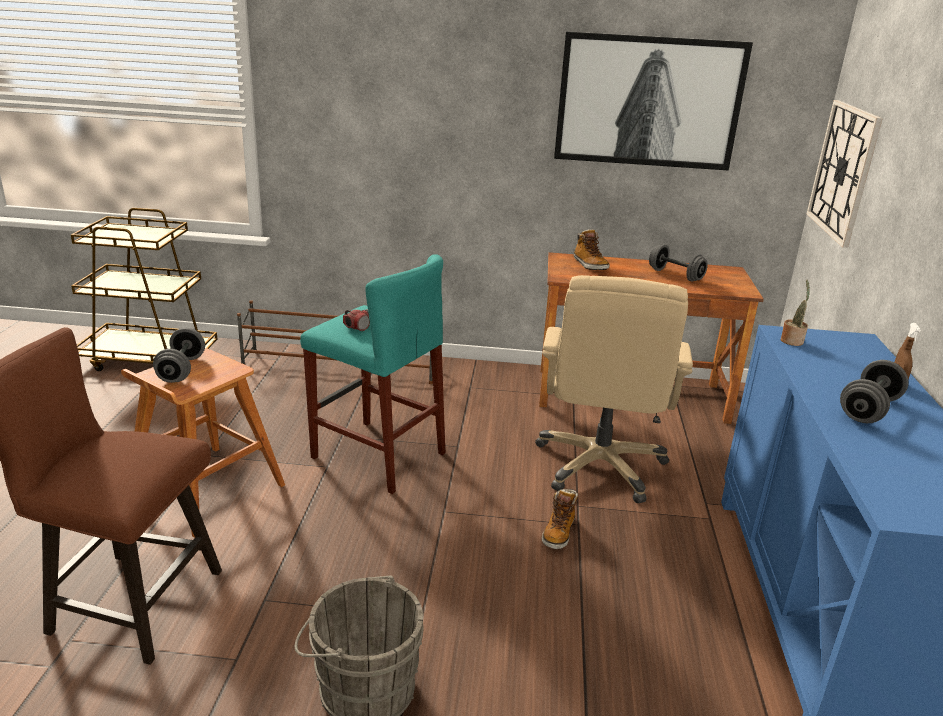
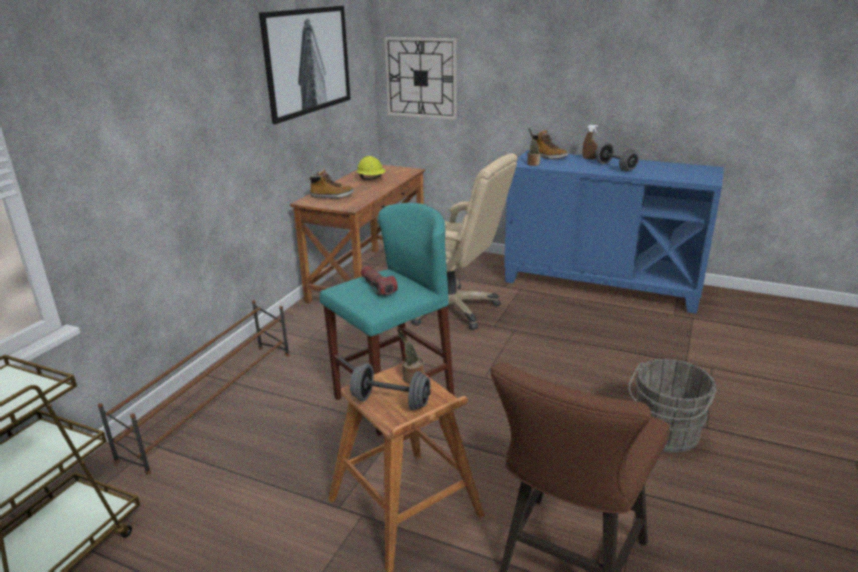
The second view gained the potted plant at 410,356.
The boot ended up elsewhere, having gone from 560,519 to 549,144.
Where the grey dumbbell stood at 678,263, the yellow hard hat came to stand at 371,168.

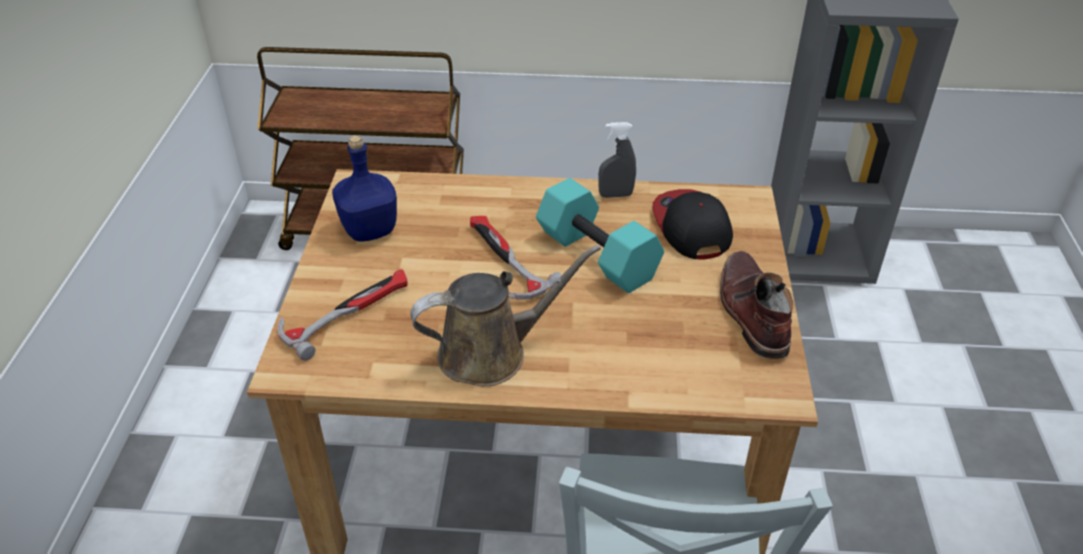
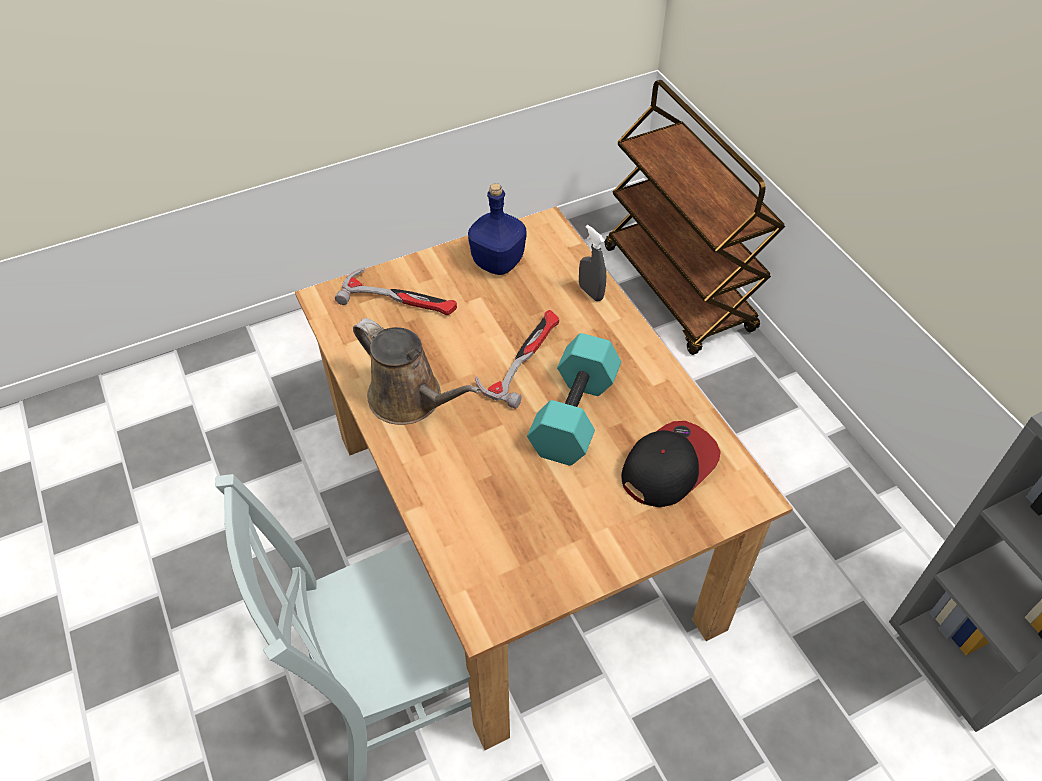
The second view lost the brown boot at 756,305.
The grey spray bottle ended up elsewhere, having gone from 617,160 to 592,263.

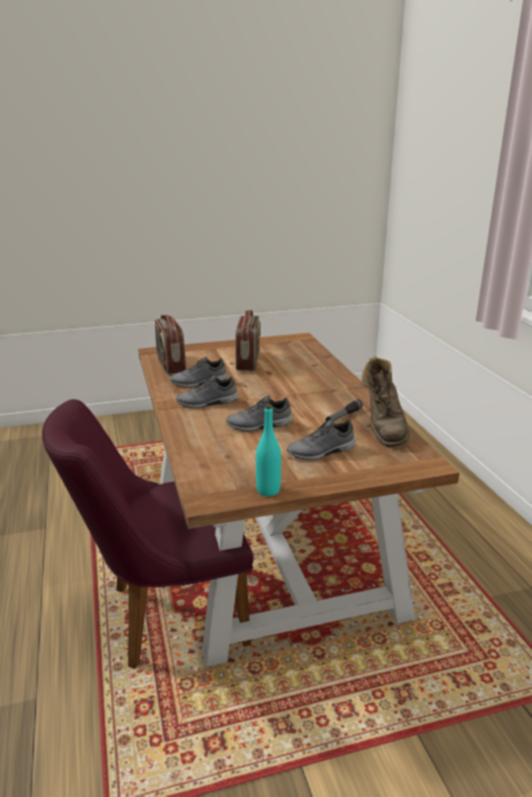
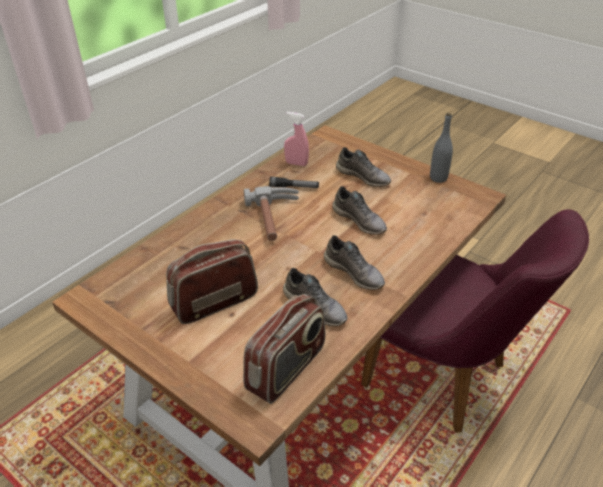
The second view gained the hammer at 271,213.
Where the brown boot stood at 385,401, the pink spray bottle came to stand at 296,139.
What was the turquoise bottle at 268,450 turned into the grey bottle at 441,148.

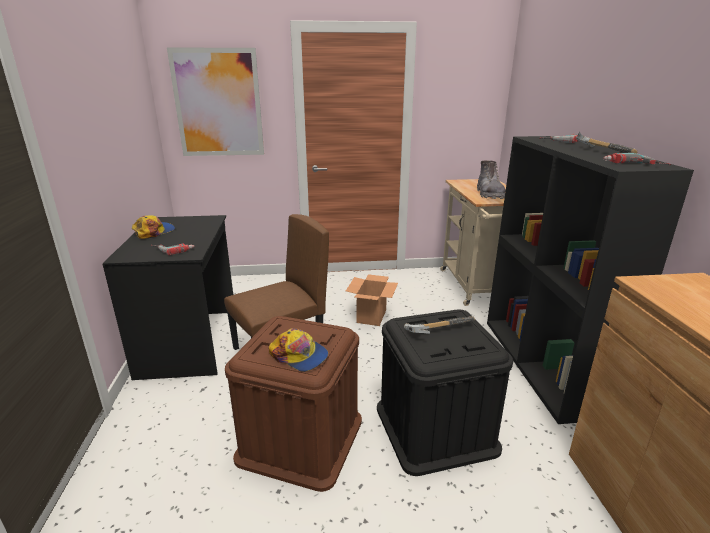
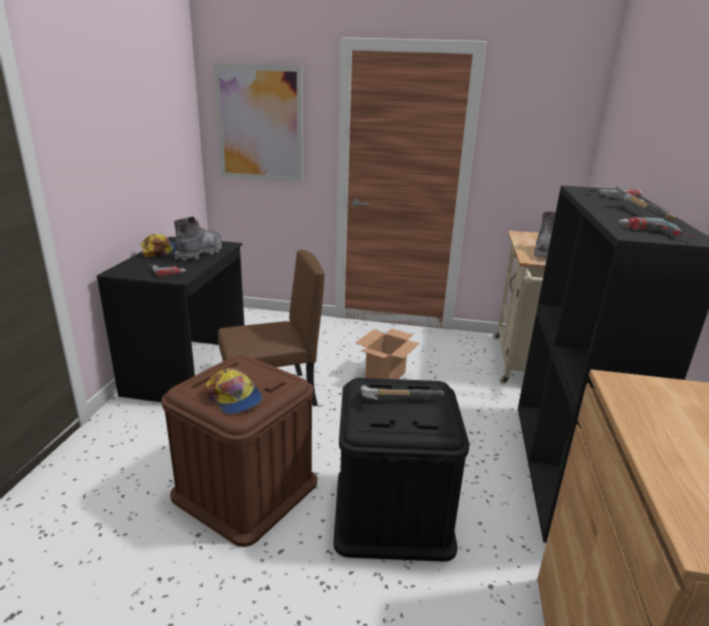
The second view gained the grey boot at 198,238.

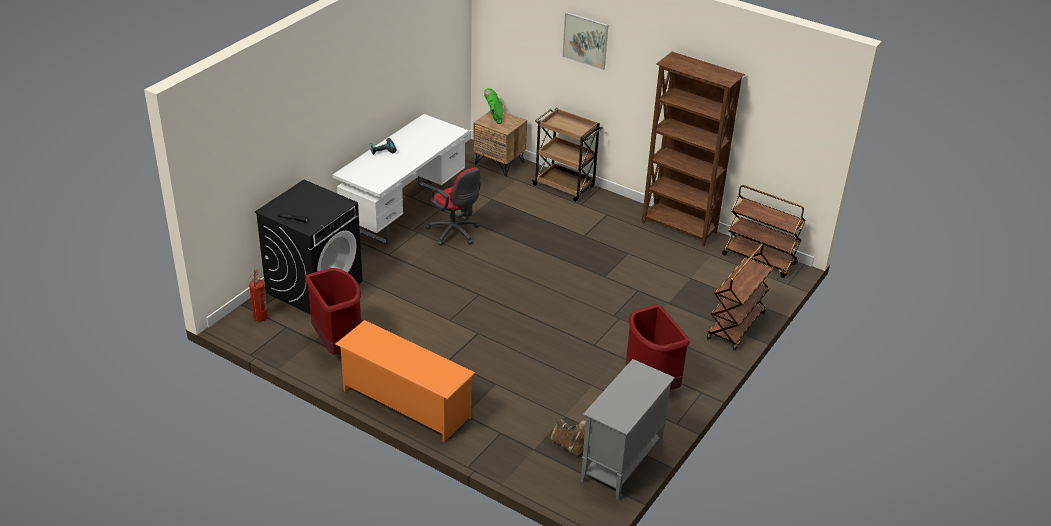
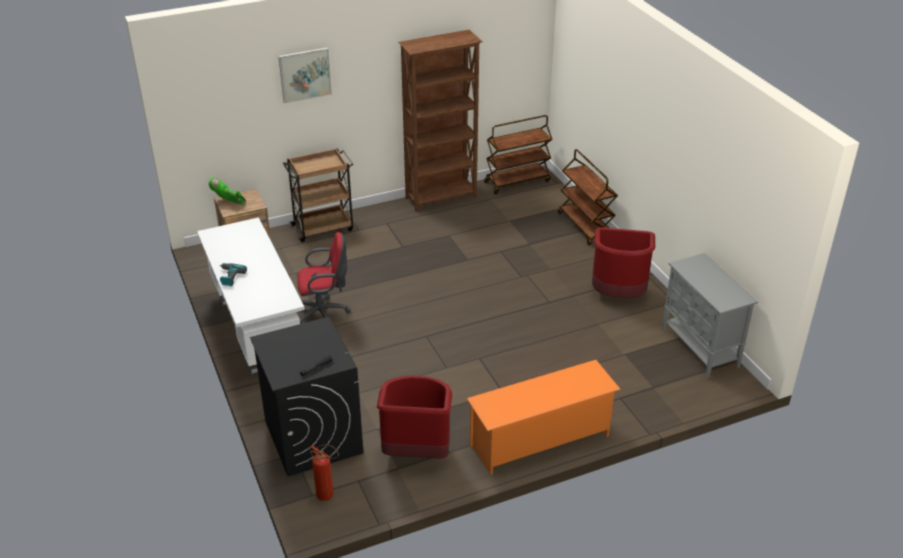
The second view lost the brown boot at 568,437.

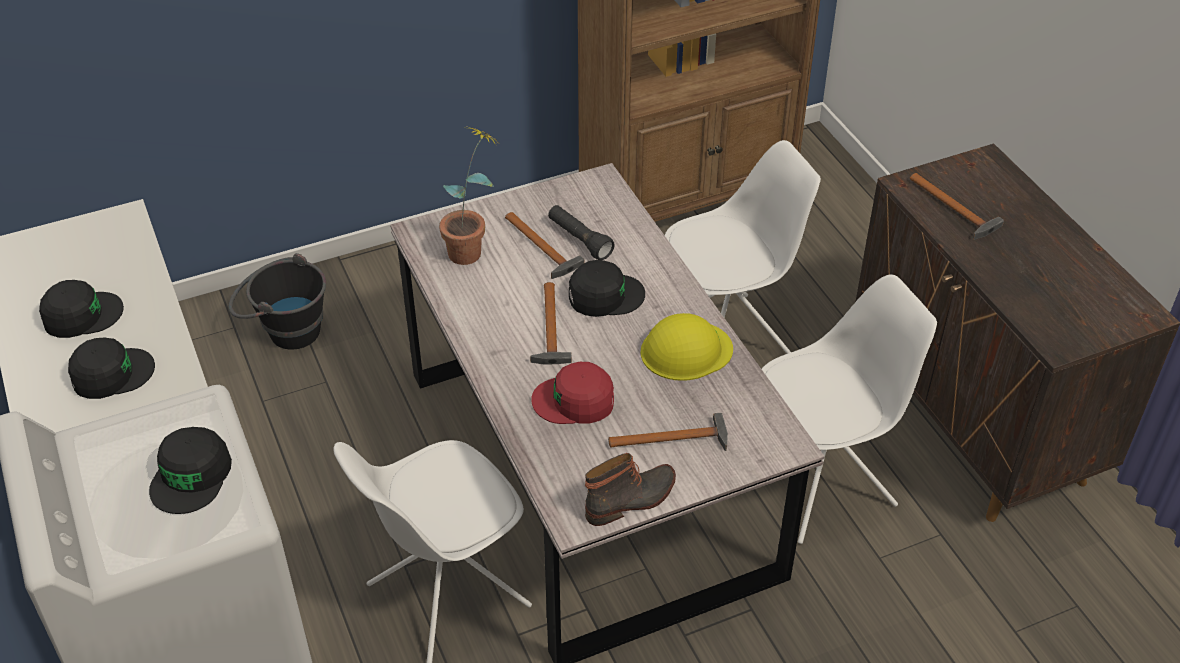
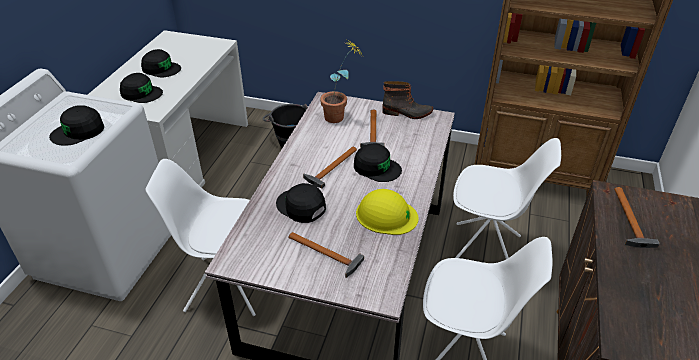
The second view lost the black flashlight at 581,232.
The boot ended up elsewhere, having gone from 630,489 to 407,100.
What was the red cap at 572,393 turned into the black cap at 301,203.

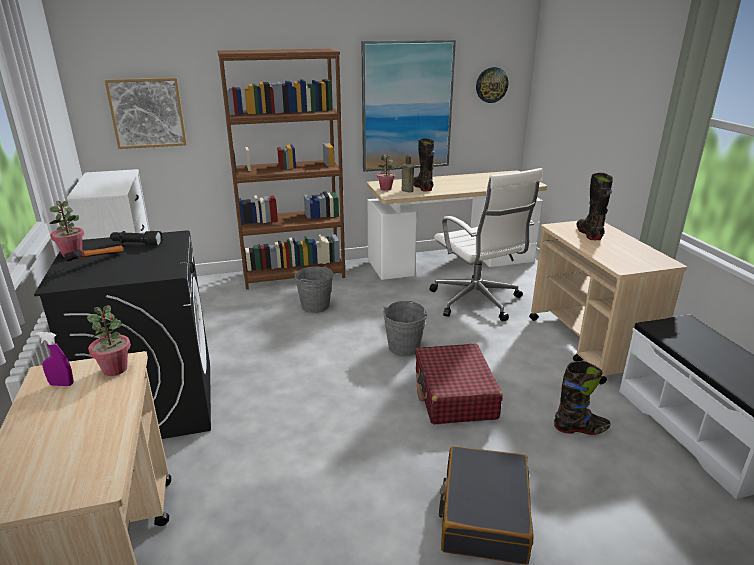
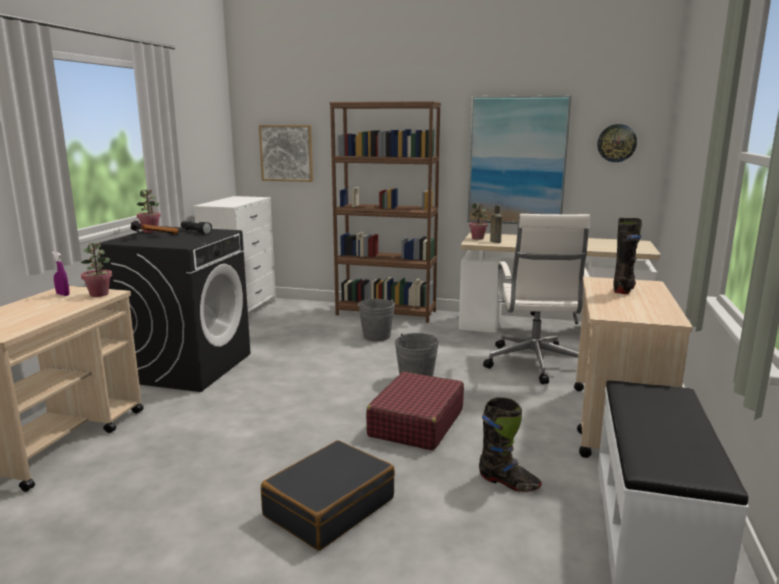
The second view lost the black boot at 424,164.

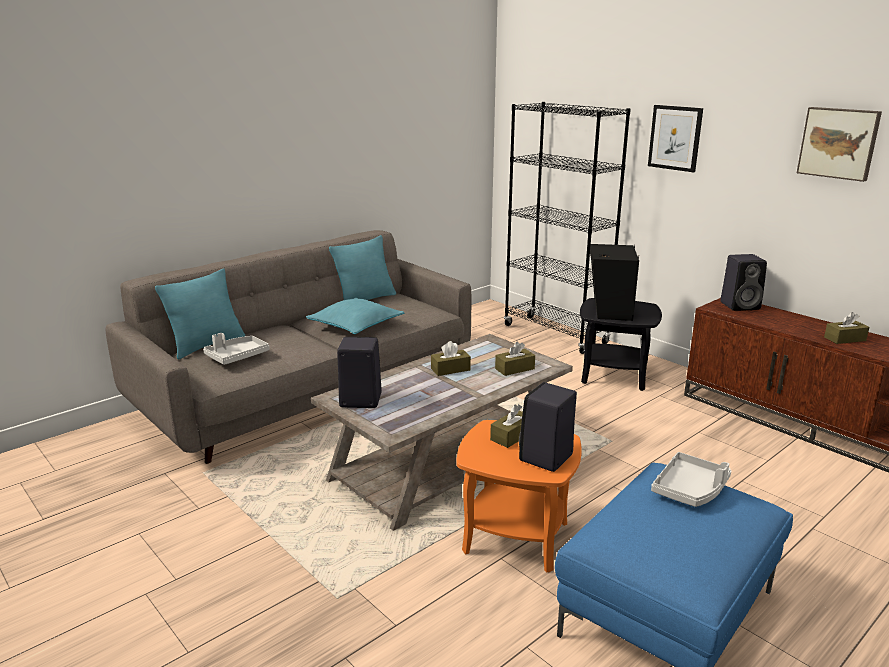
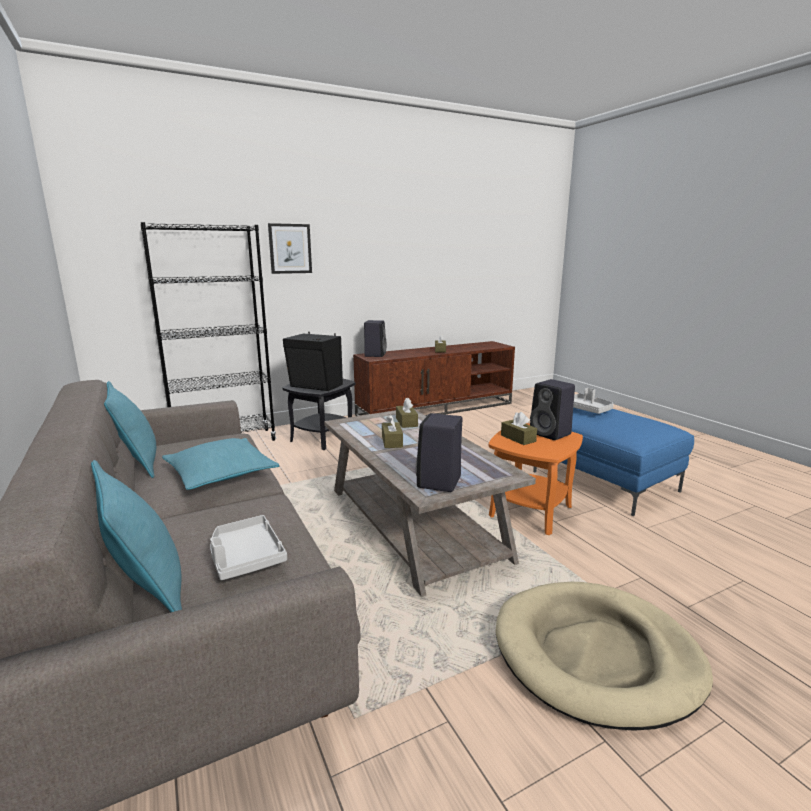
The second view lost the picture at 839,144.
The second view gained the beige dog bed at 604,656.

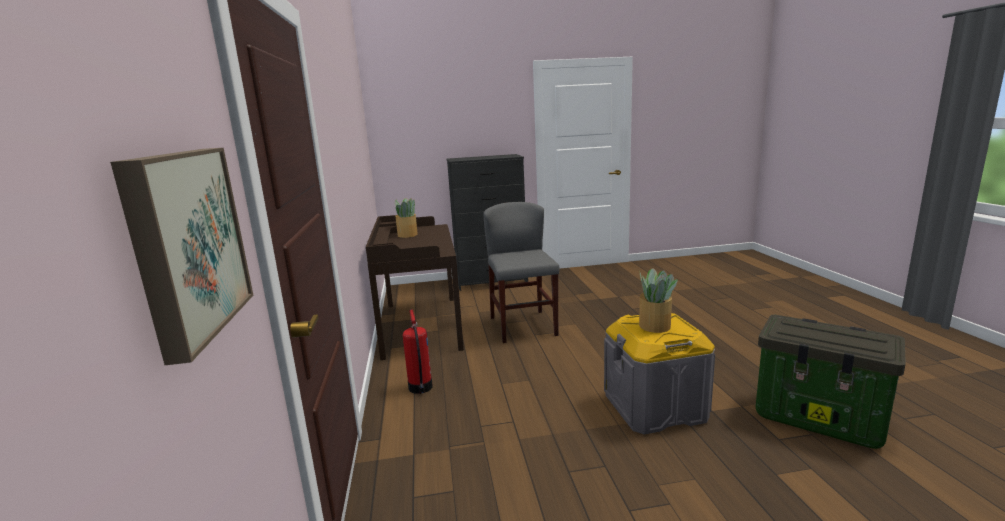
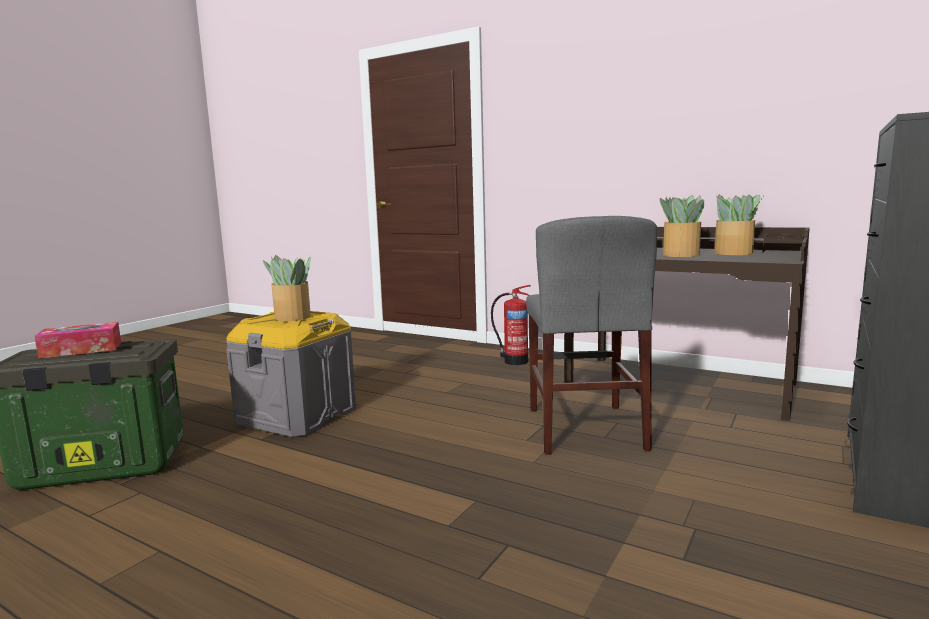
The second view lost the picture at 181,256.
The second view gained the tissue box at 77,340.
The second view gained the potted plant at 682,226.
The grey chair at 521,272 ended up facing another way, 60 degrees clockwise from before.

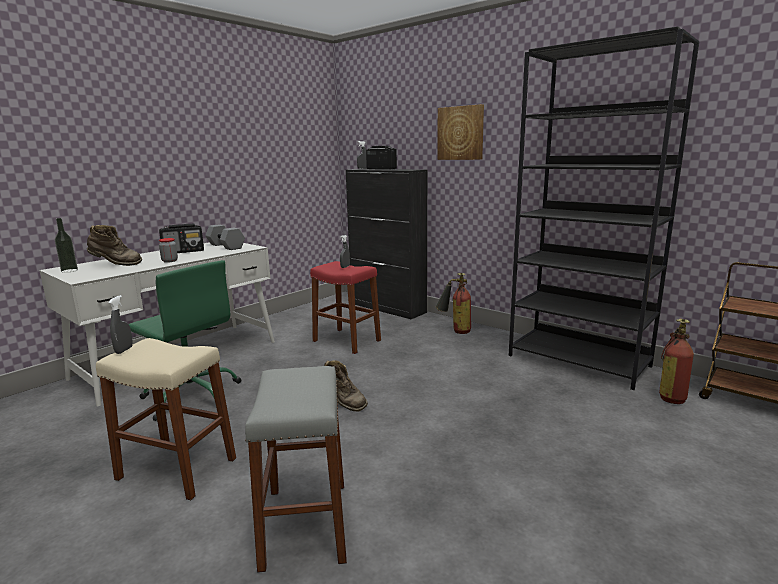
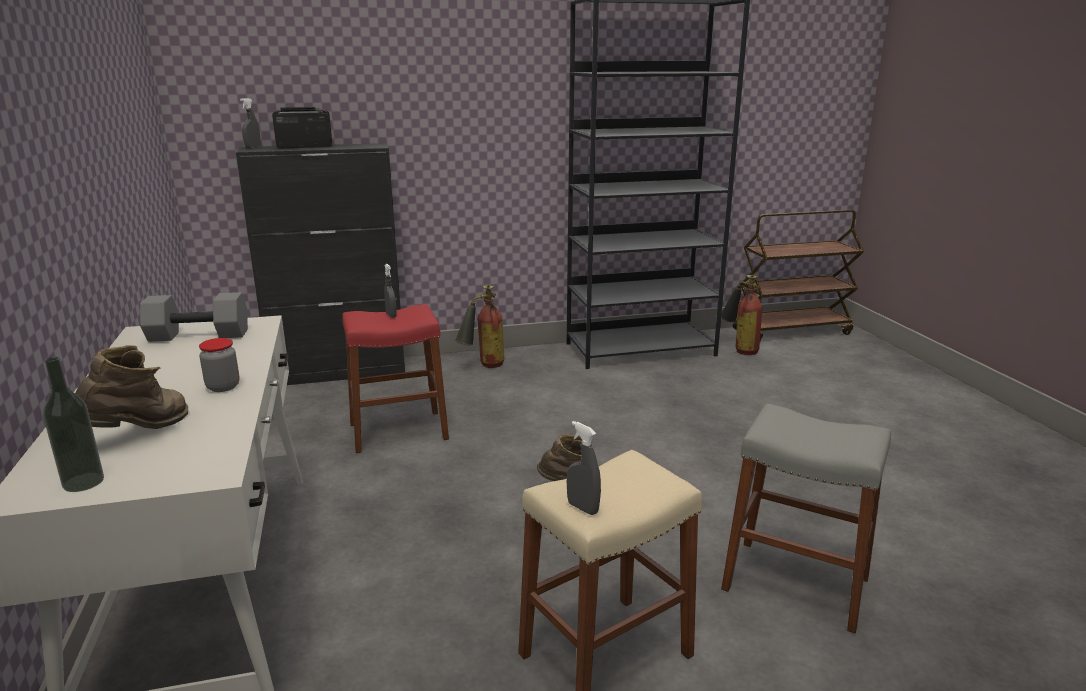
The second view lost the green office chair at 185,340.
The second view lost the radio at 181,238.
The second view lost the picture at 460,132.

